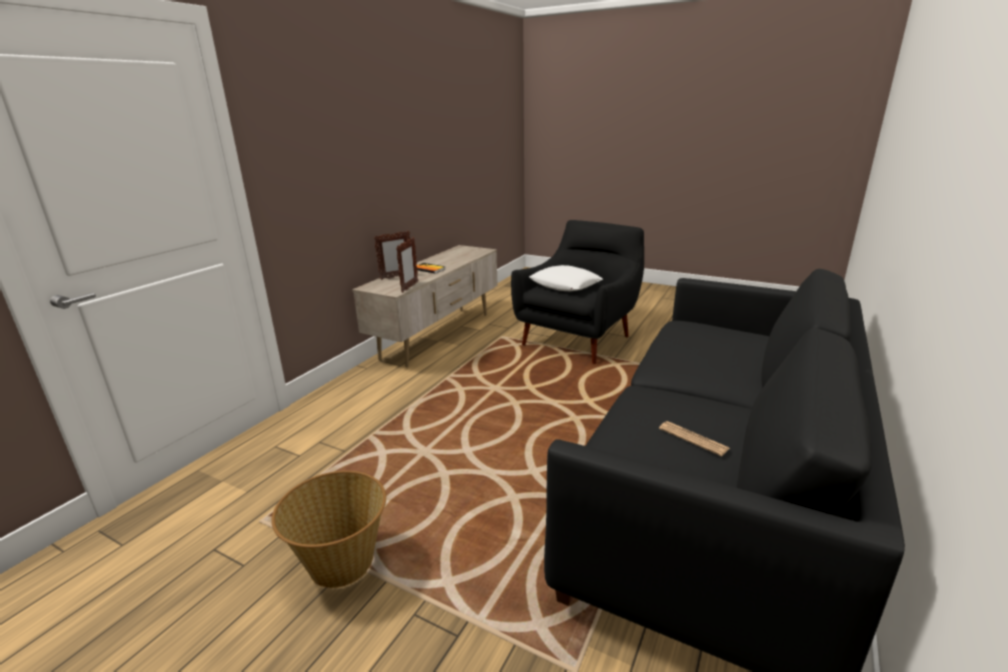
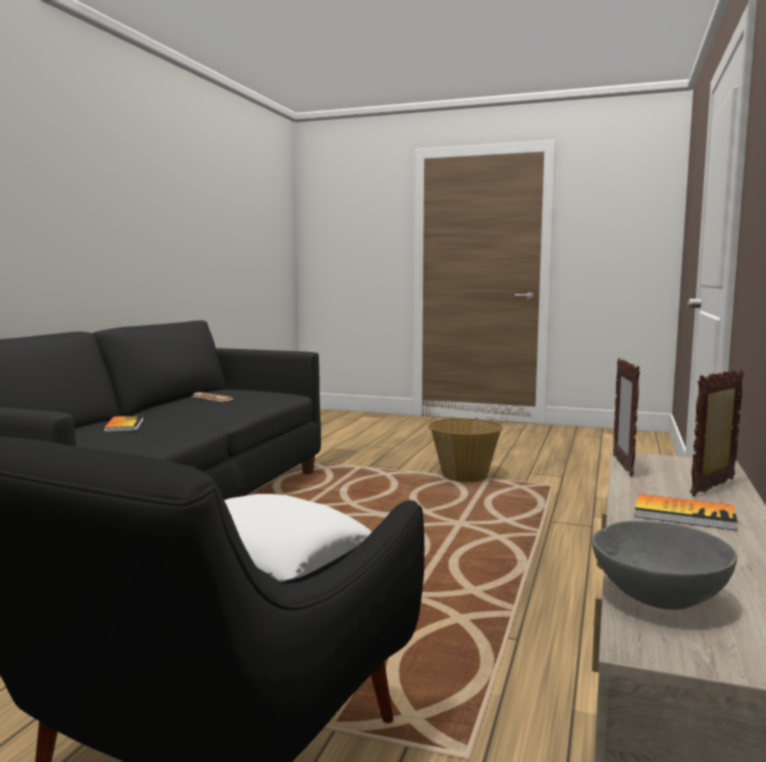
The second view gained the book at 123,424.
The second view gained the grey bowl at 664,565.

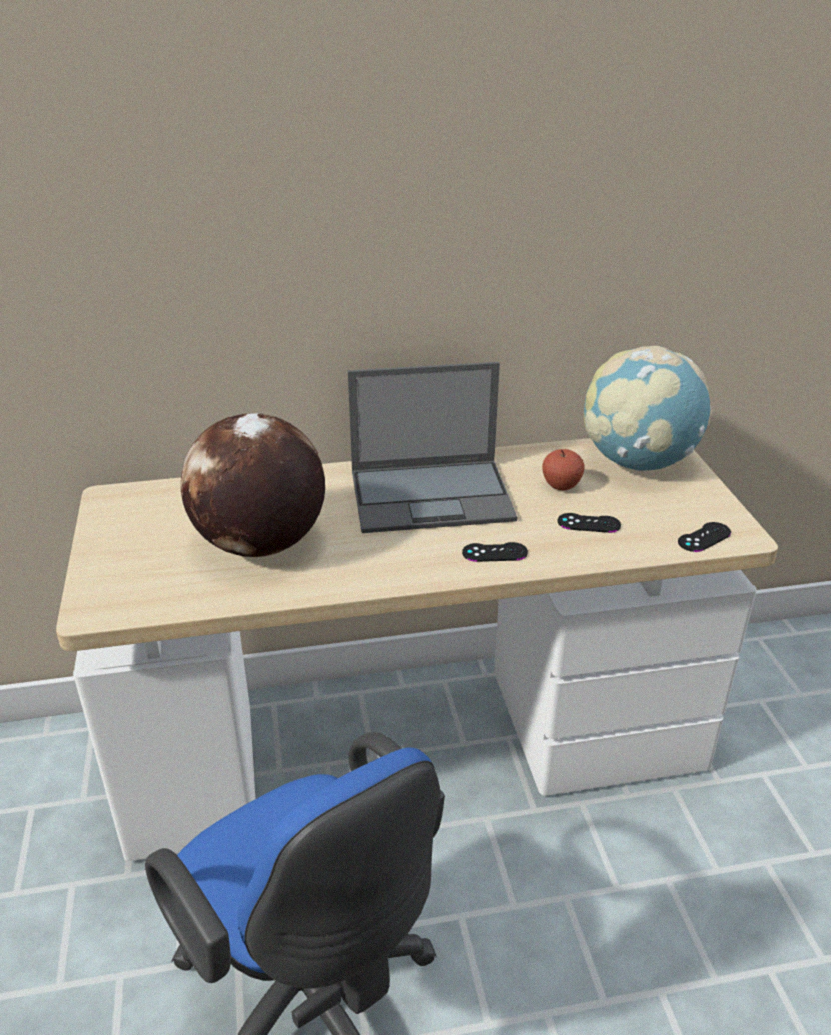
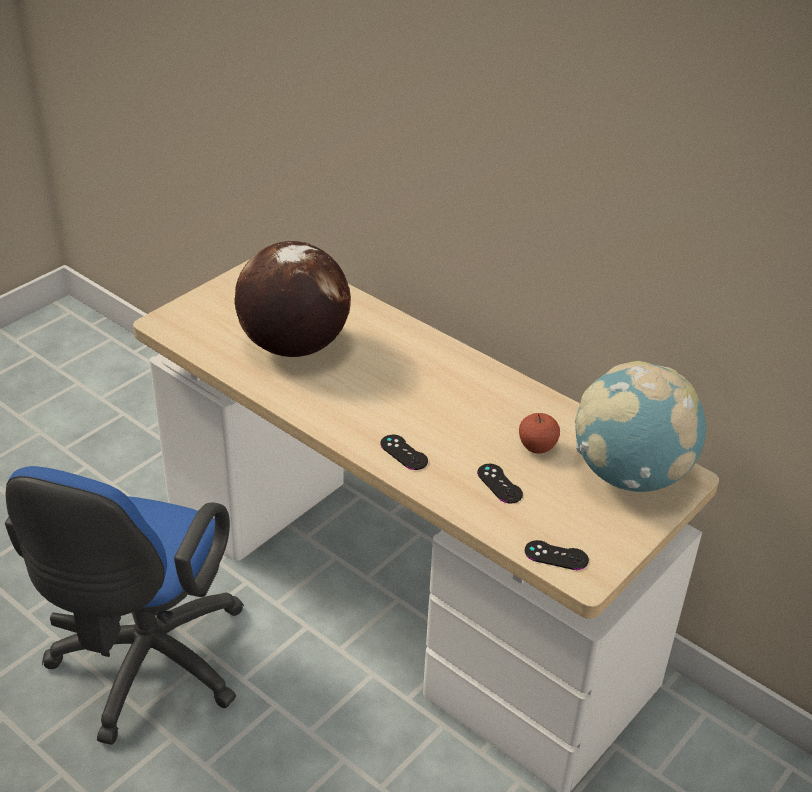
The second view lost the laptop at 432,447.

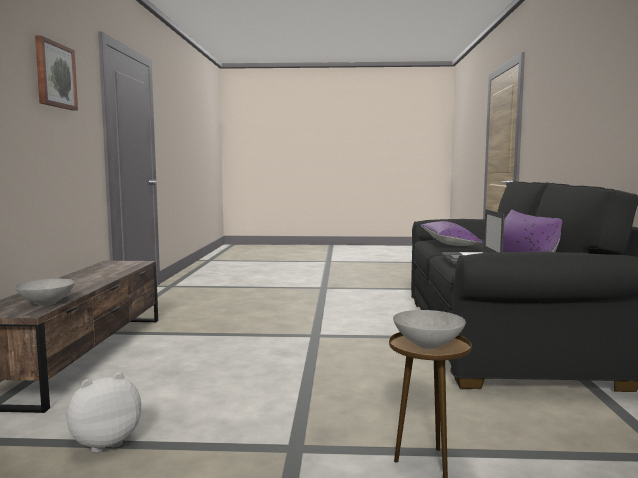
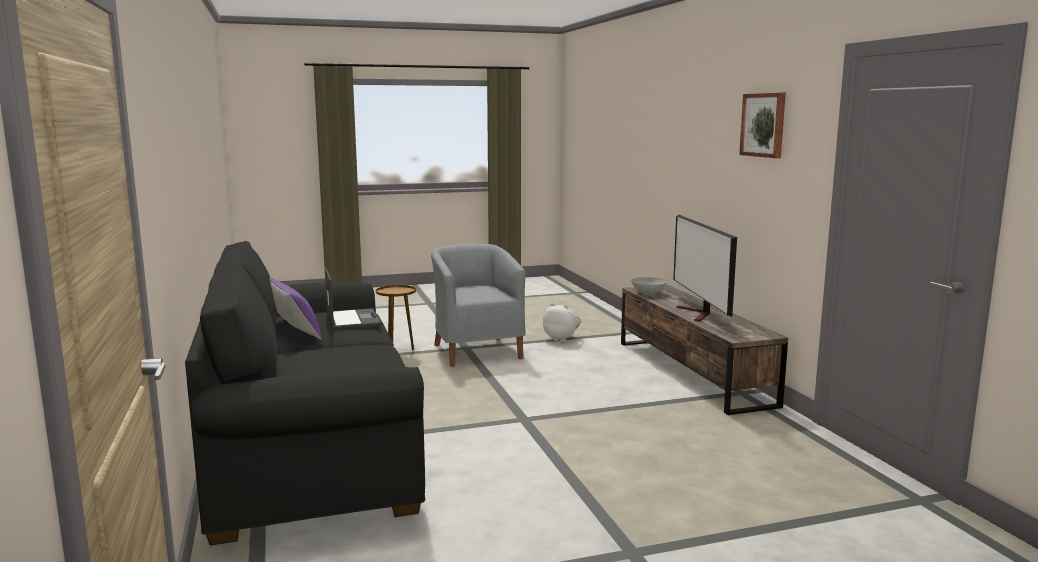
The second view lost the grey bowl at 429,329.
The second view lost the purple pillow at 451,233.
The second view gained the grey armchair at 478,305.
The second view gained the television at 705,268.
The plush toy at 103,413 ended up facing another way, 90 degrees counterclockwise from before.

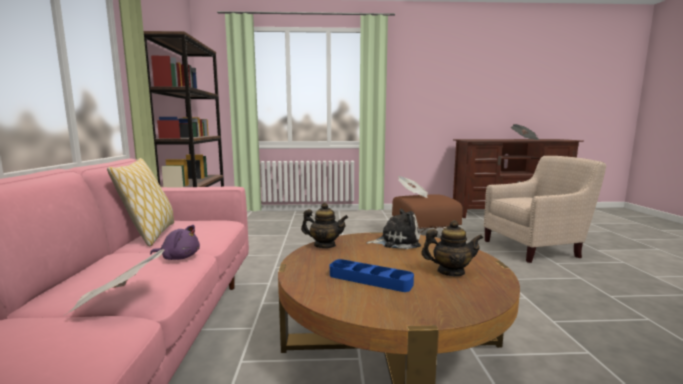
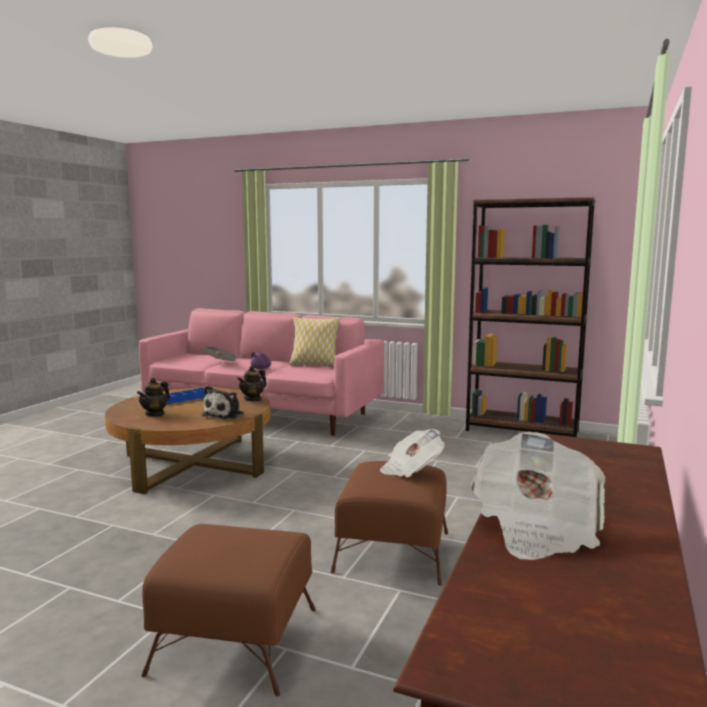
Where the beige armchair stood at 544,209, the brown ottoman came to stand at 228,610.

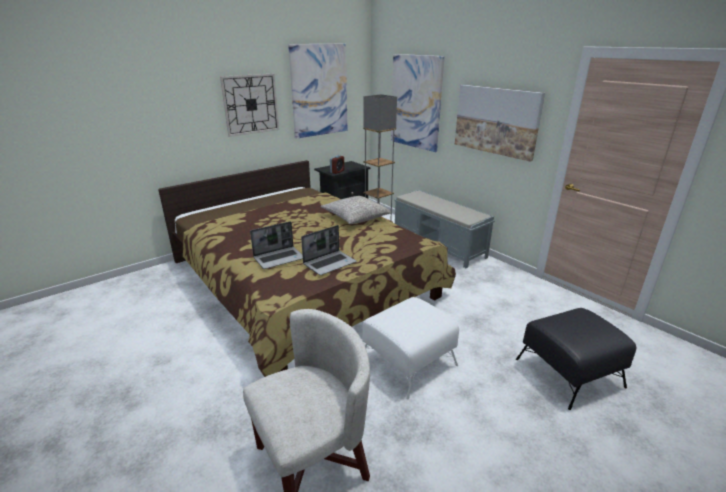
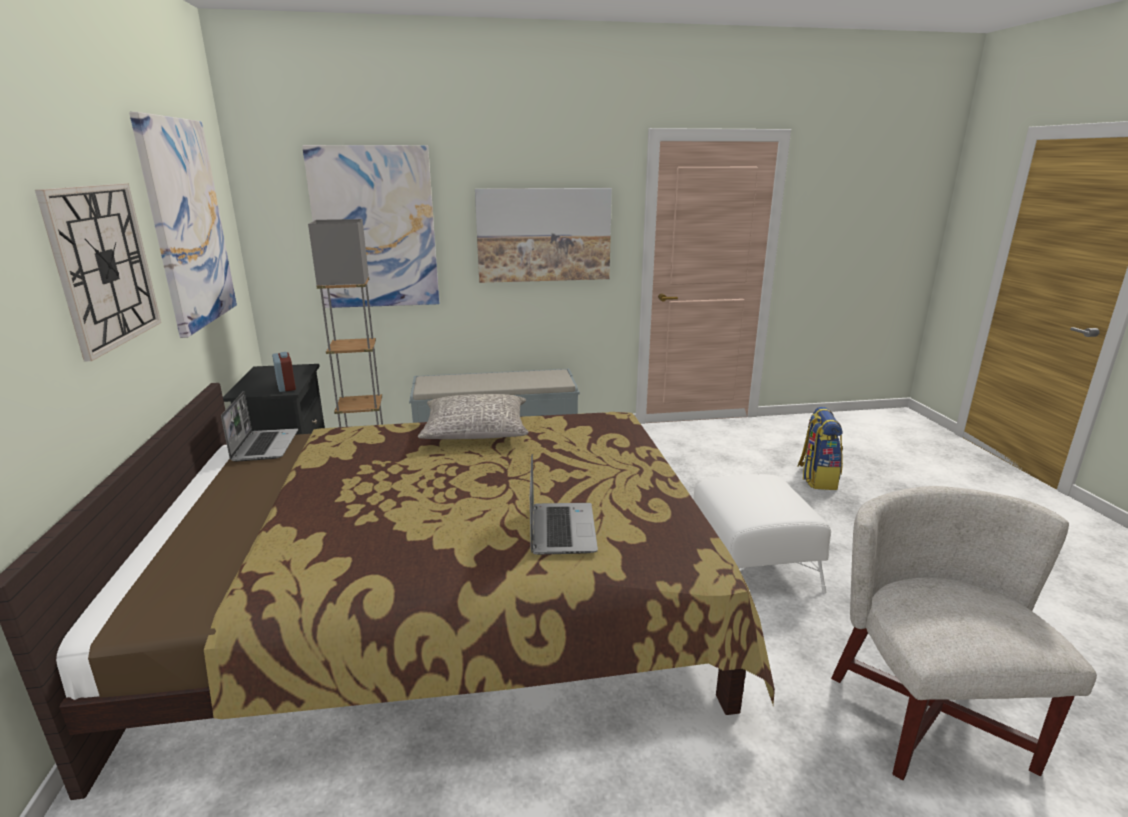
The laptop ended up elsewhere, having gone from 329,250 to 259,426.
Where the black ottoman stood at 576,359, the backpack came to stand at 820,448.

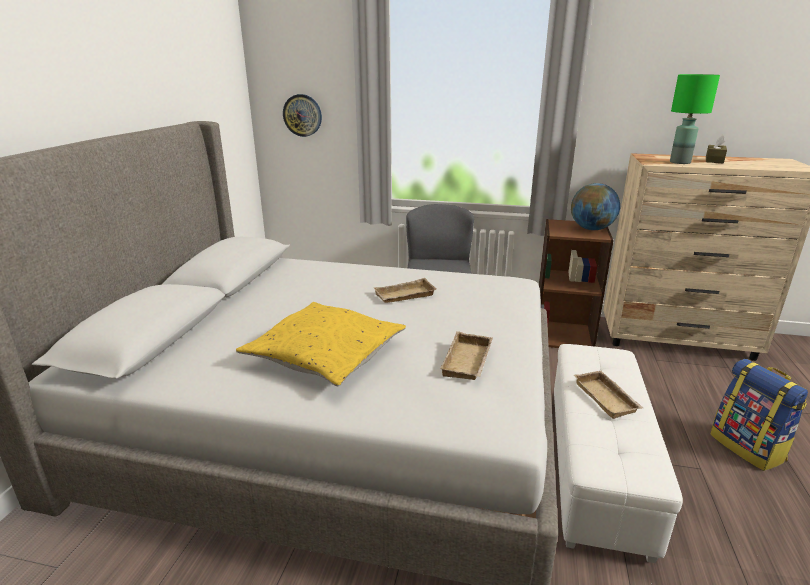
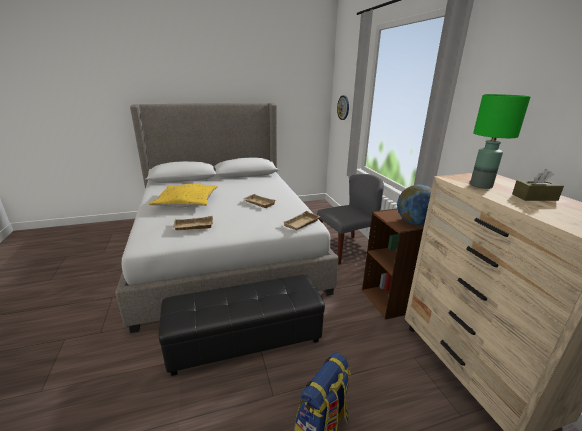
The beige tray ended up elsewhere, having gone from 608,395 to 302,220.
What was the white ottoman at 618,453 turned into the black ottoman at 241,325.

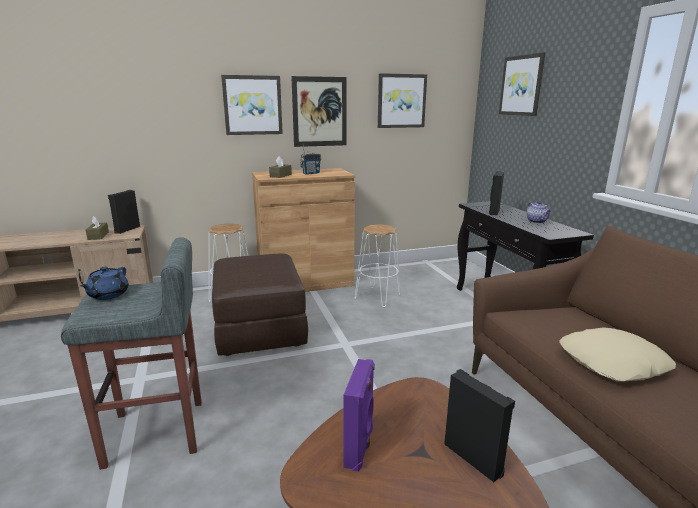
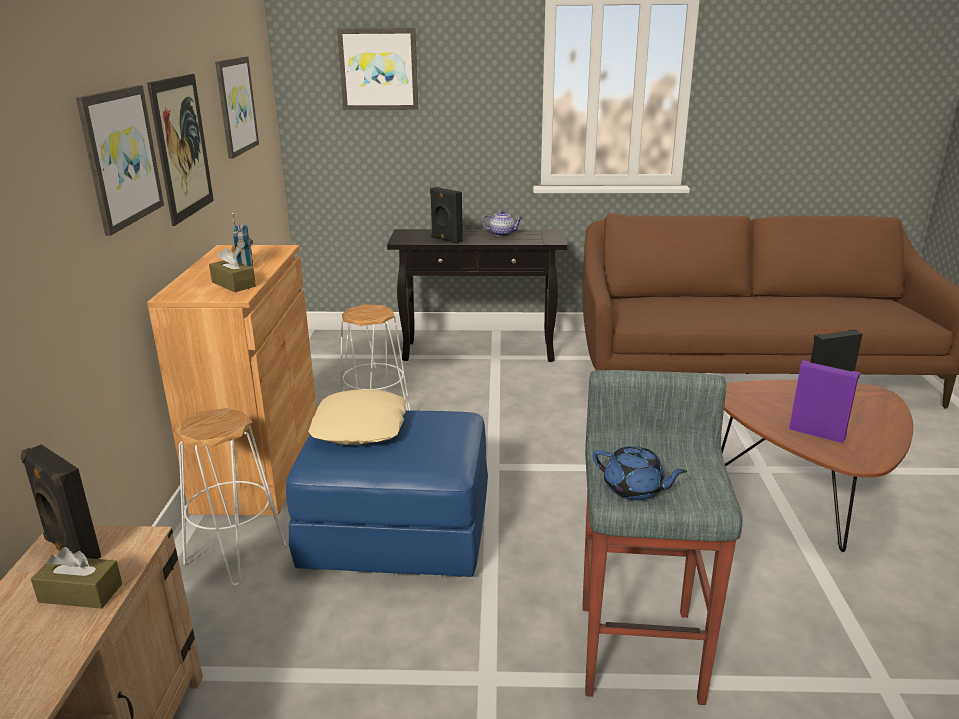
The beige pillow ended up elsewhere, having gone from 617,354 to 357,417.
What was the brown ottoman at 260,304 turned into the blue ottoman at 387,493.

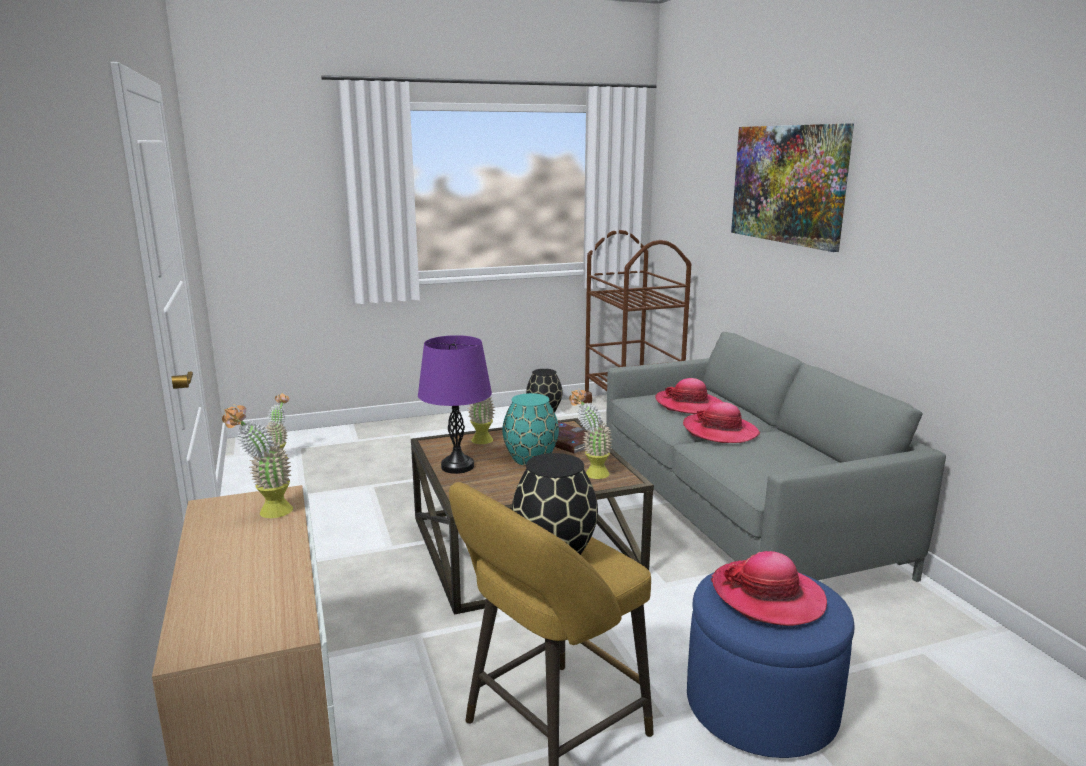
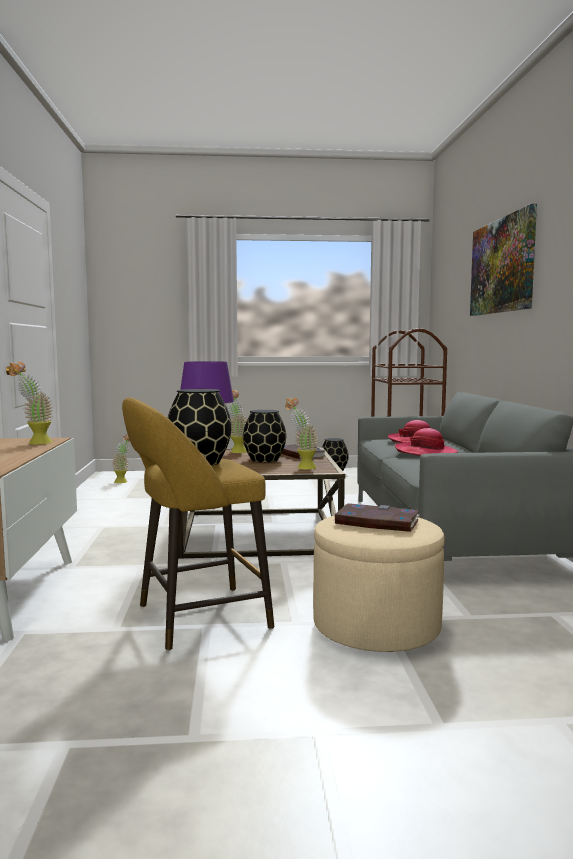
Where the hat stood at 769,588, the book came to stand at 376,517.
What was the turquoise vase at 530,429 turned into the black vase at 264,436.
What was the blue ottoman at 771,665 turned into the beige ottoman at 379,583.

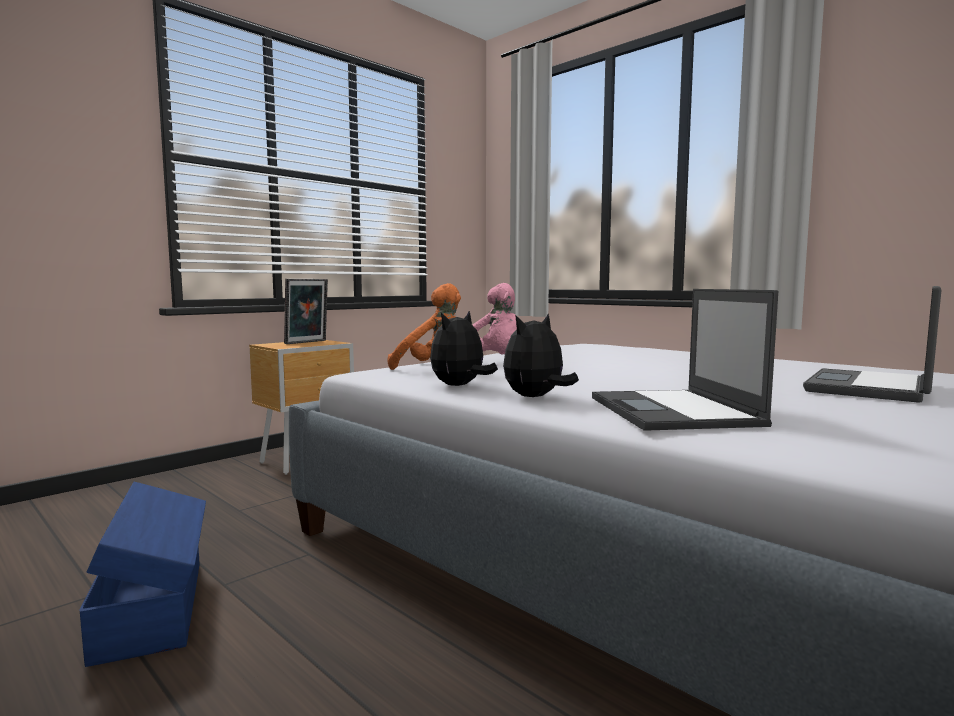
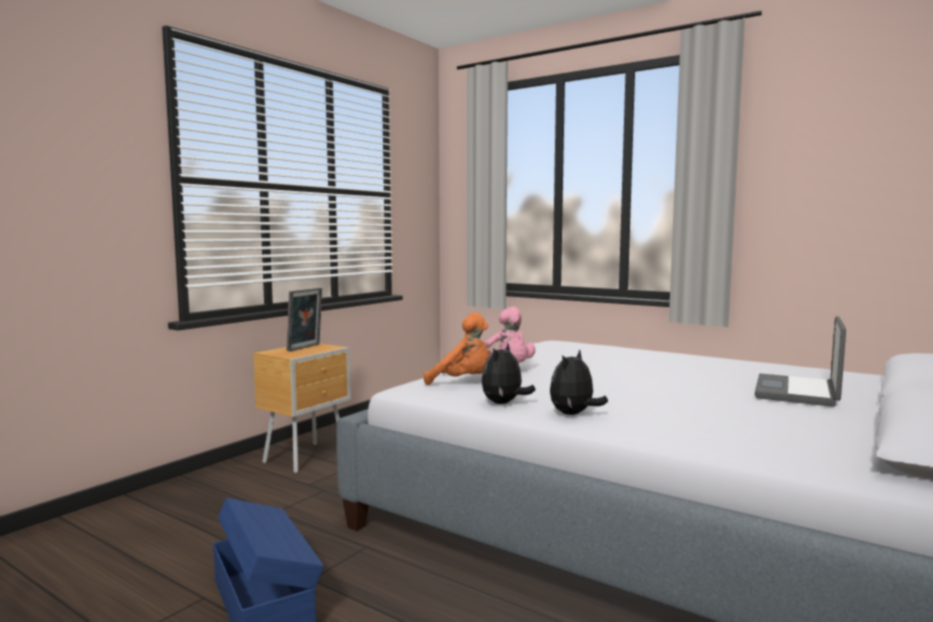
The second view lost the laptop at 685,360.

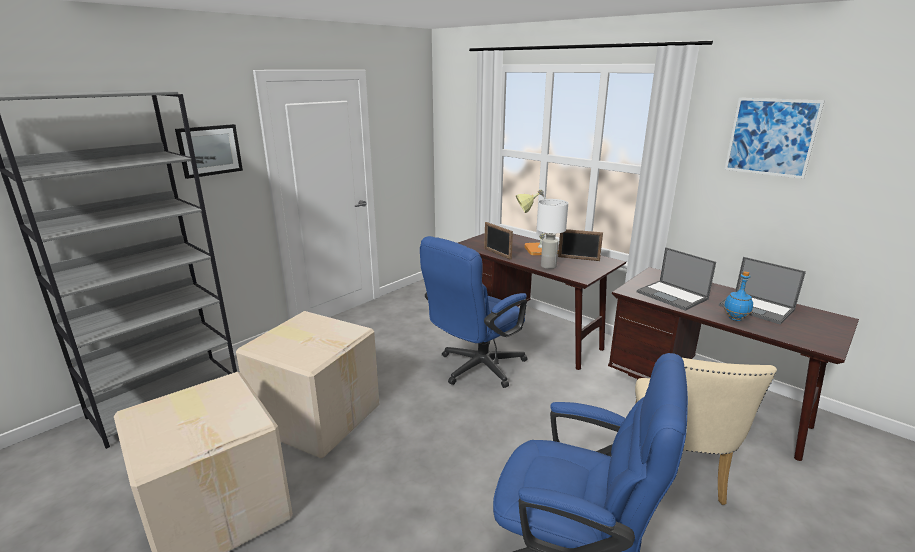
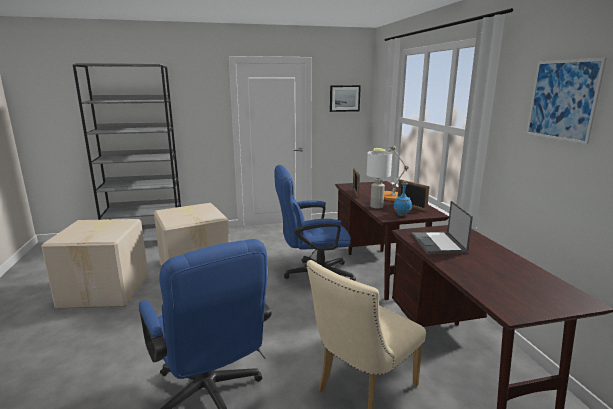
The second view lost the laptop at 762,291.
The picture ended up elsewhere, having gone from 209,151 to 345,98.
The blue bottle ended up elsewhere, having gone from 738,296 to 403,198.

